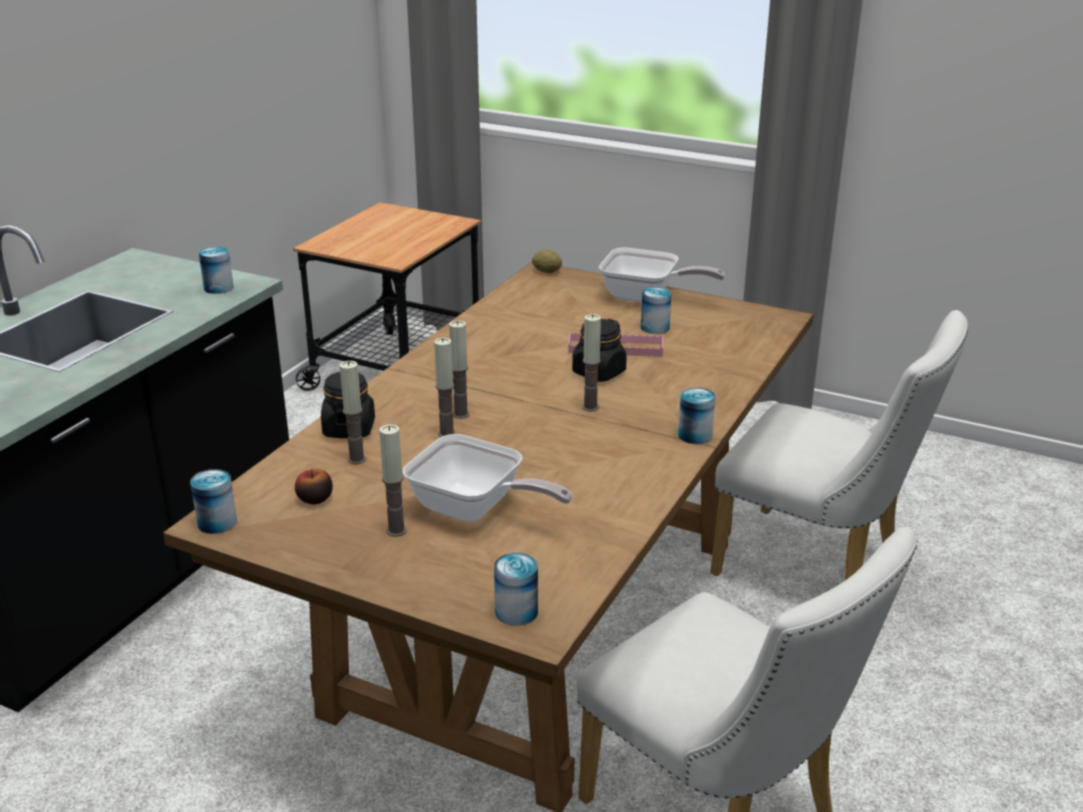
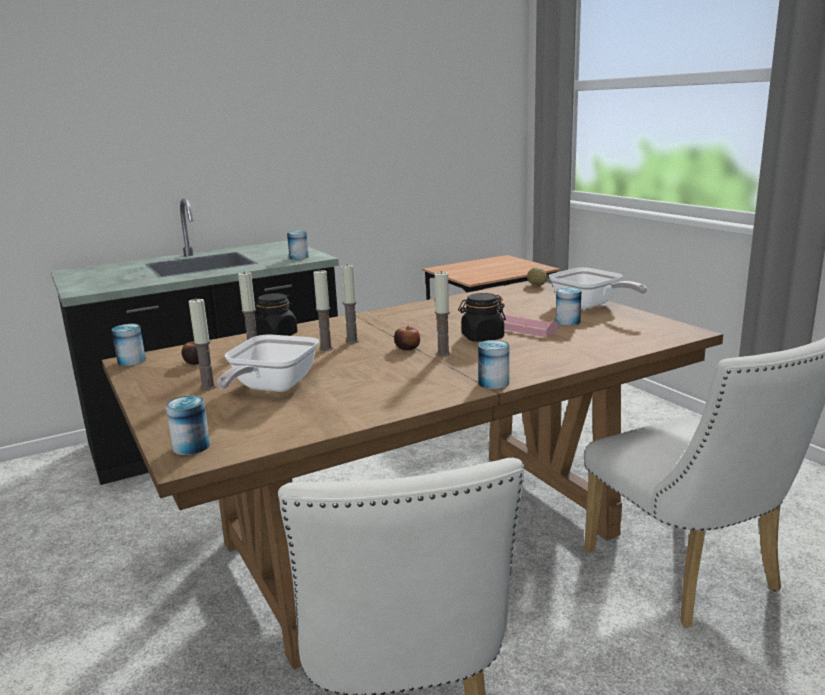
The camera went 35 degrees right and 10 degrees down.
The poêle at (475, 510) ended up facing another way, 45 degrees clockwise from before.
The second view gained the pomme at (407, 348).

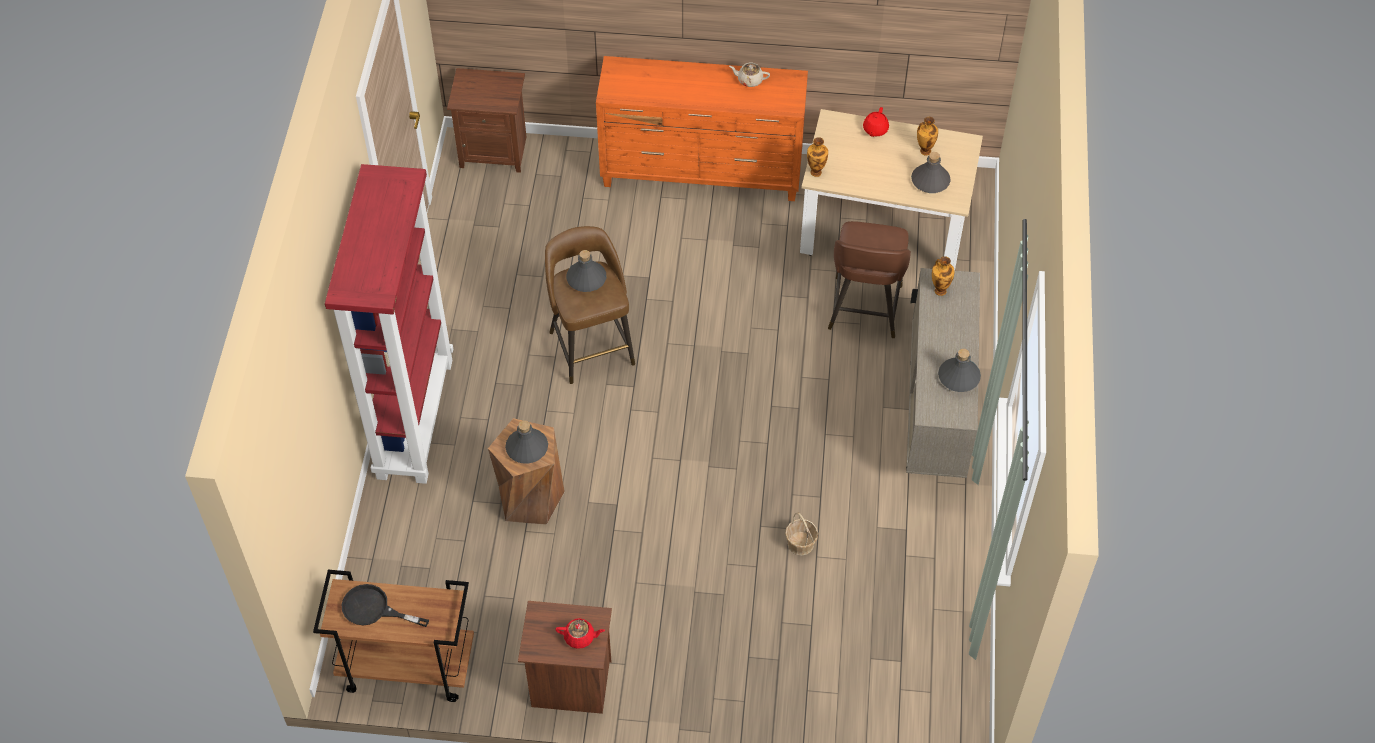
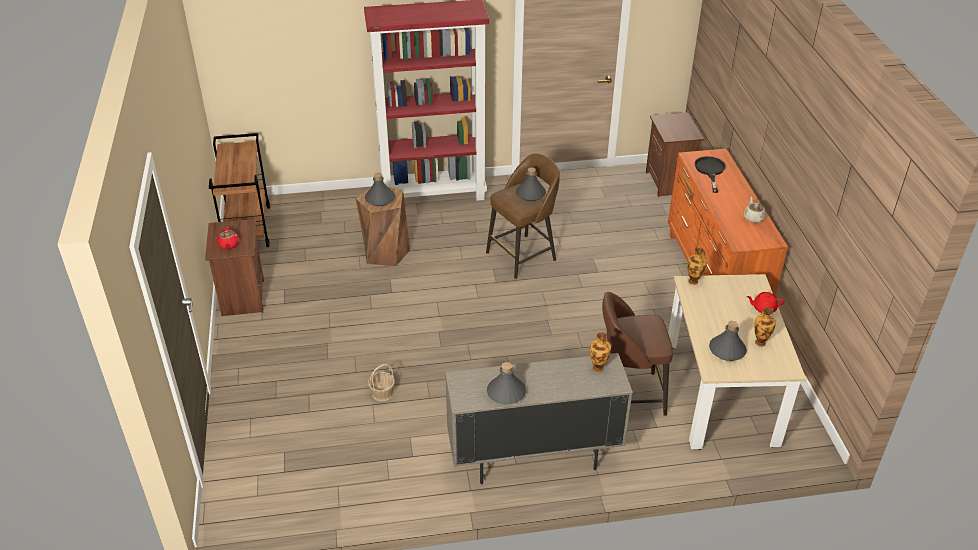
The camera went 75 degrees right and 15 degrees down.
The poêle (noir) ended up elsewhere, having gone from (374, 609) to (710, 171).

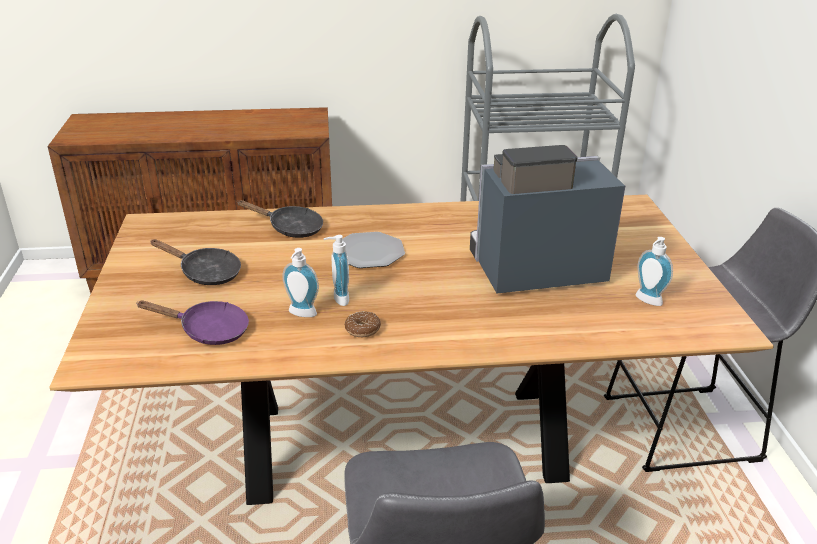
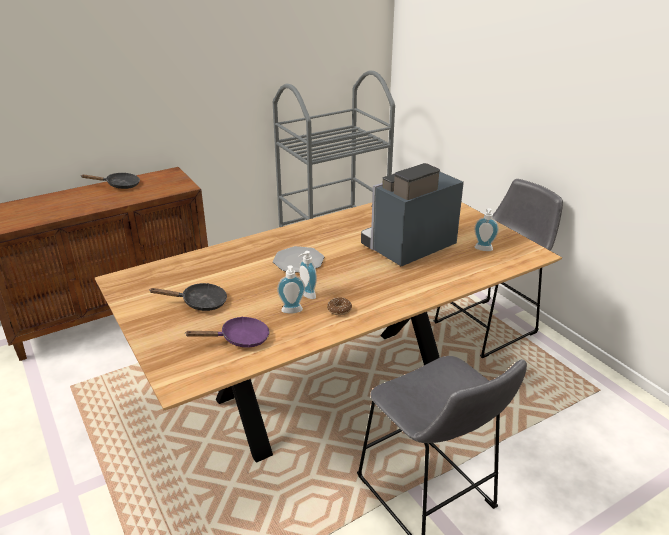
The camera went 25 degrees left and 0 degrees up.
The poêle (noir) ended up elsewhere, having gone from (291, 228) to (119, 185).

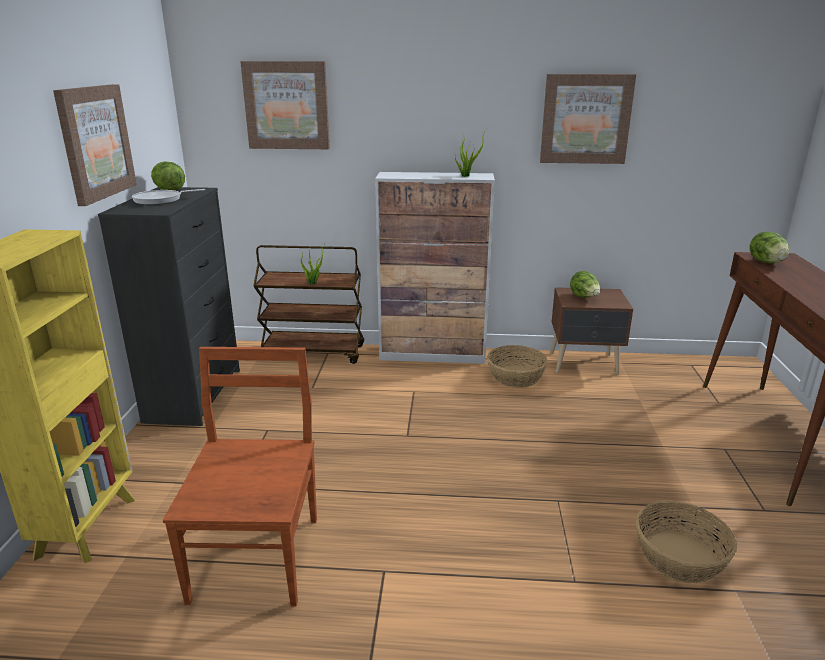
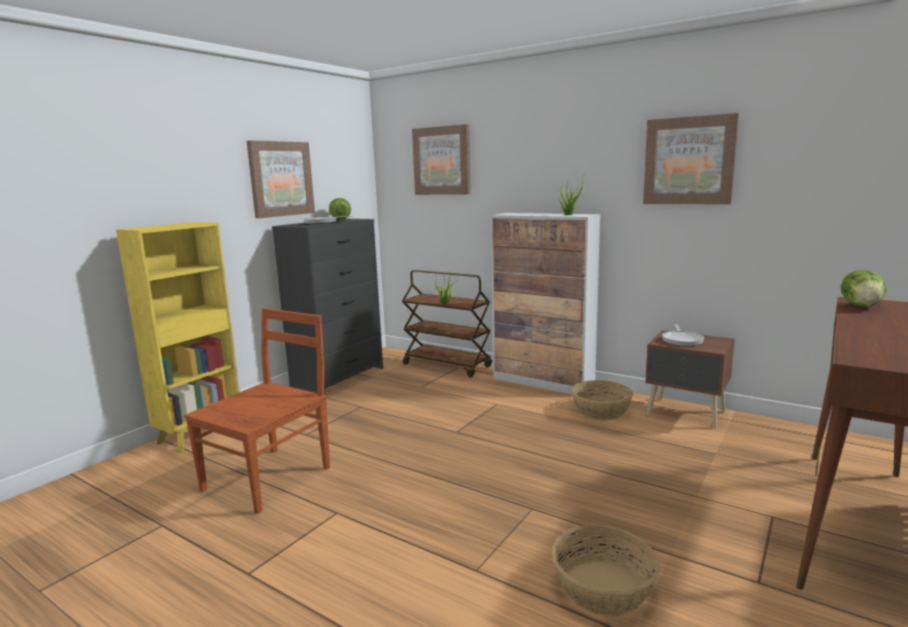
The camera went 30 degrees right and 10 degrees down.
Where the laitue stood at (584, 297), the poêle came to stand at (682, 340).

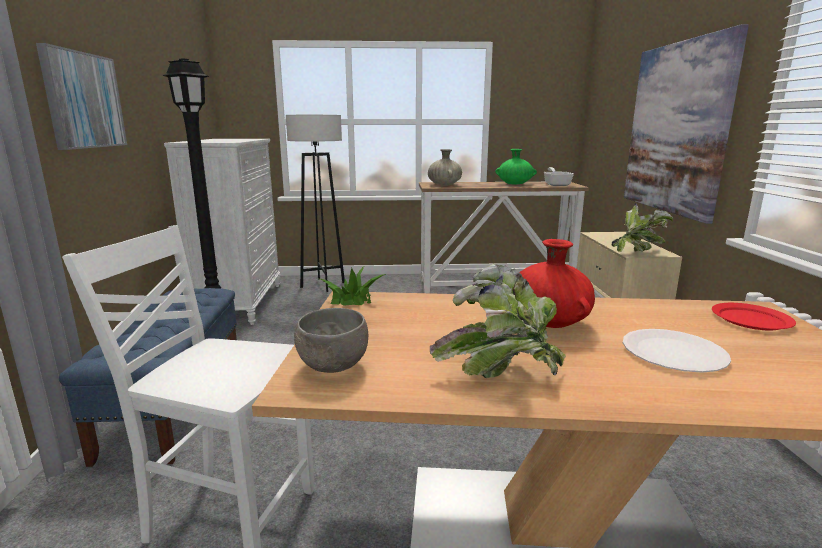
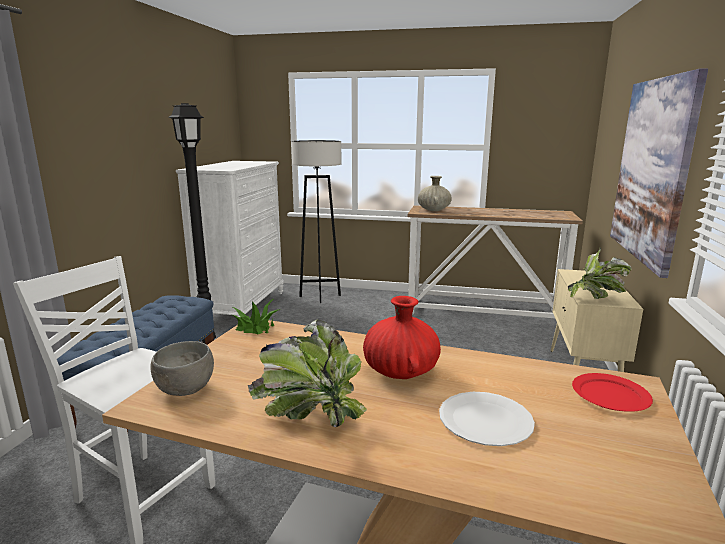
The camera went 15 degrees right and 0 degrees up.
The second view lost the tableau at (84, 100).
The second view lost the vase (vert) at (515, 184).
The second view lost the poêle at (556, 184).

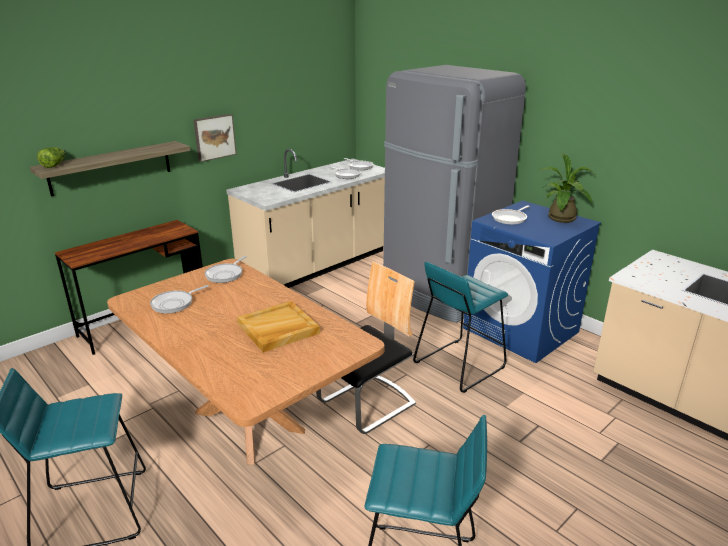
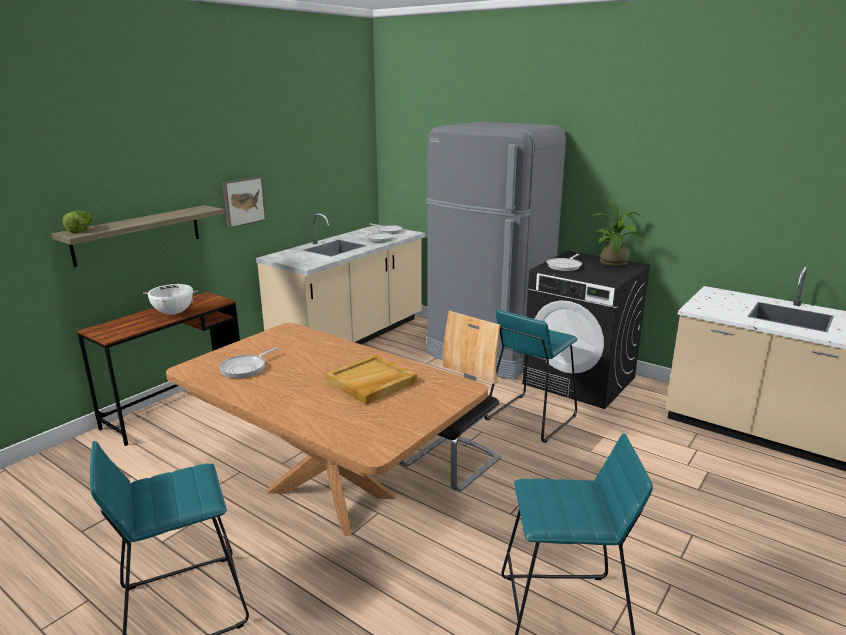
The camera went 10 degrees left and 5 degrees down.
The second view gained the marmite (blanc) at (173, 313).
What was the lave-linge (bleu) at (521, 330) turned into the lave-linge (noir) at (580, 381).
The second view lost the poêle at (226, 274).

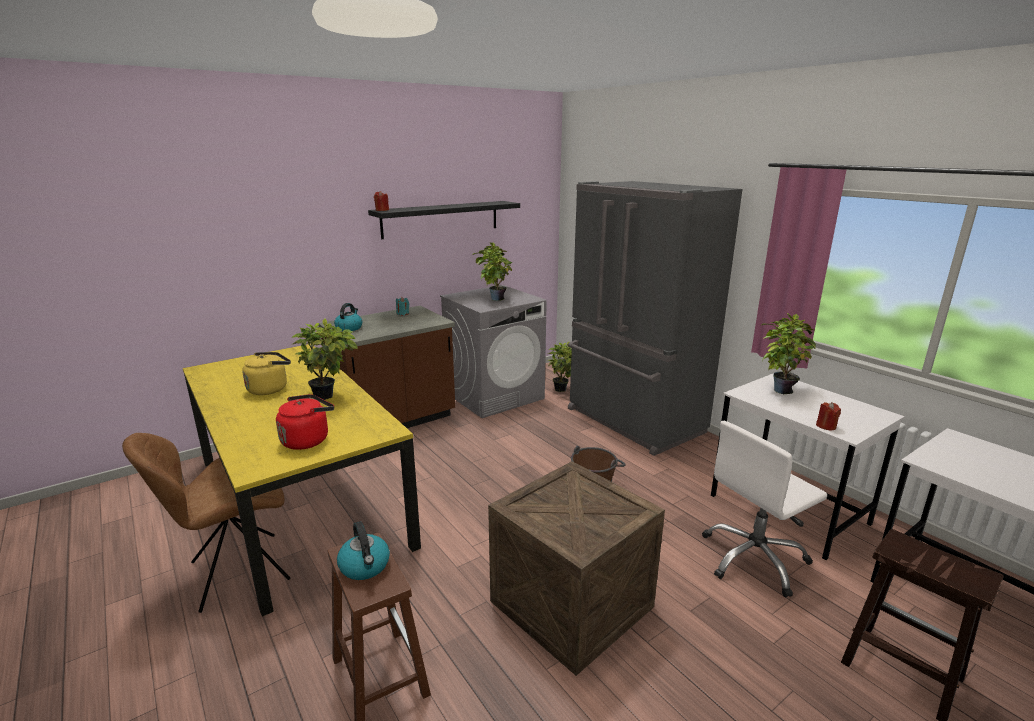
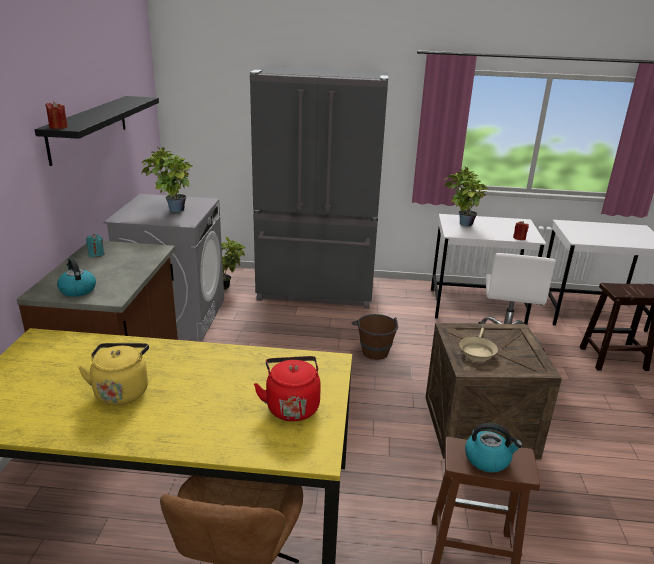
The camera went 50 degrees left and 5 degrees up.
The second view gained the poêle (beige) at (477, 351).
The second view lost the plante en pot at (329, 396).

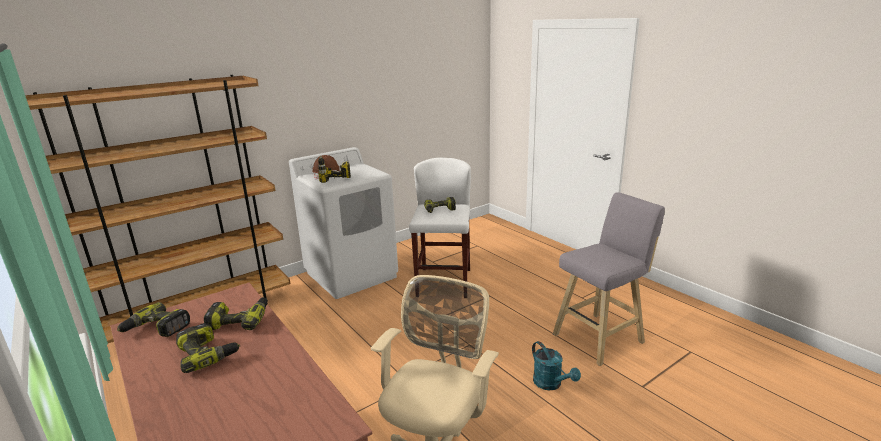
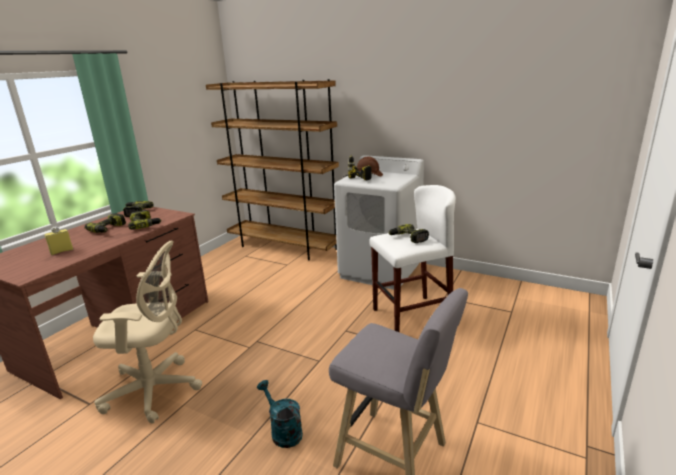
The camera went 65 degrees right and 0 degrees up.
The second view gained the bouteille (jaune) at (61, 251).
The arrosoir (turquoise) at (551, 384) ended up facing another way, 105 degrees clockwise from before.

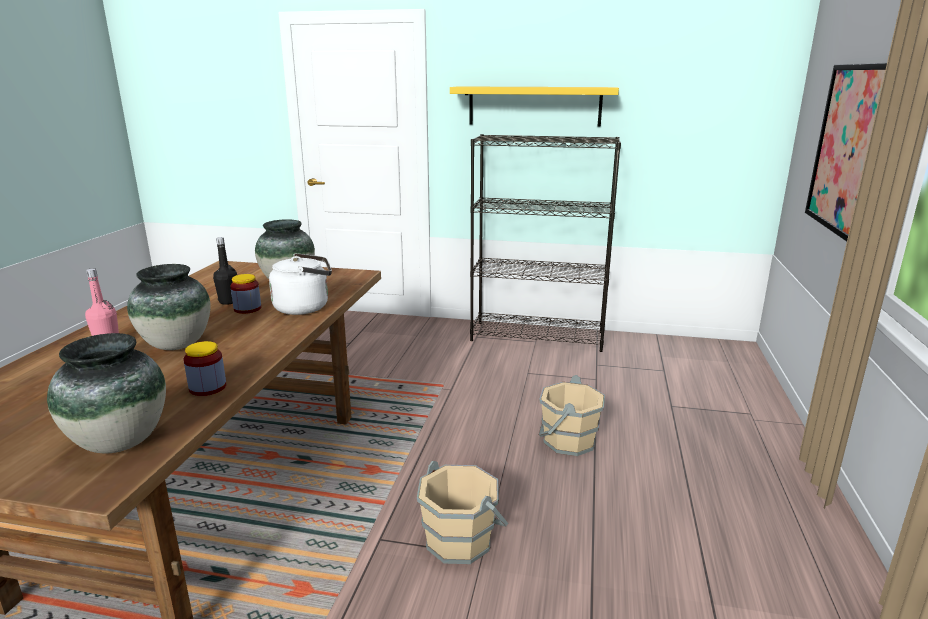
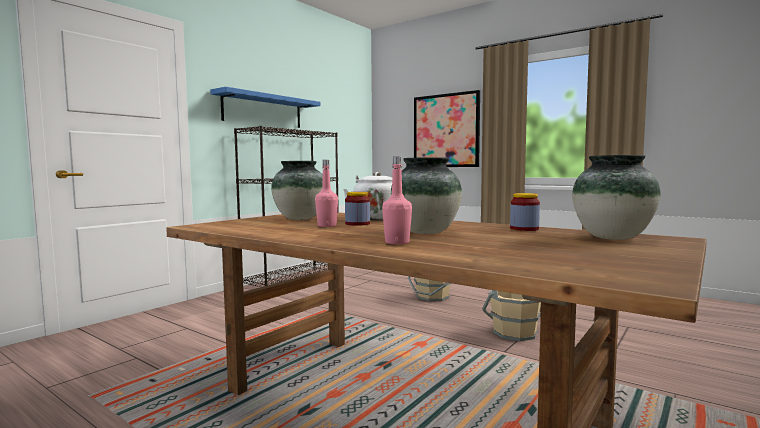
The camera went 65 degrees left and 15 degrees down.
What was the étagère (jaune) at (534, 106) turned into the étagère (bleu) at (263, 110).
What was the bouteille (noir) at (229, 301) turned into the bouteille (rose) at (327, 226).

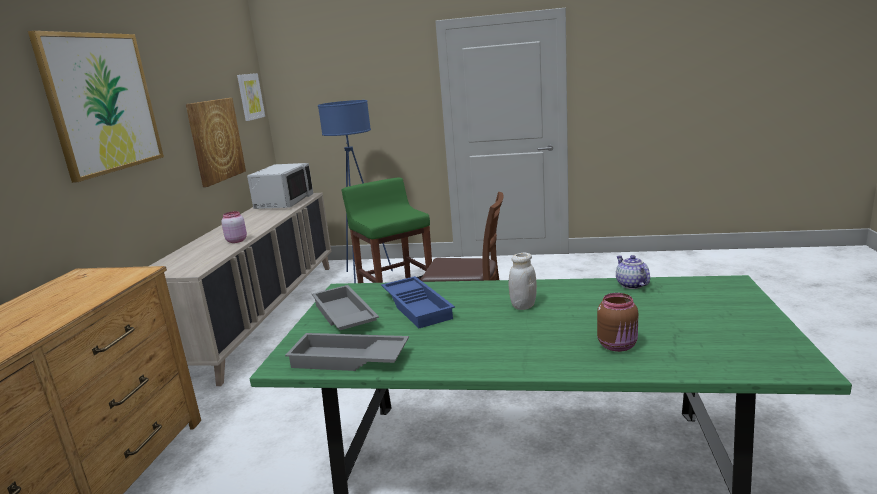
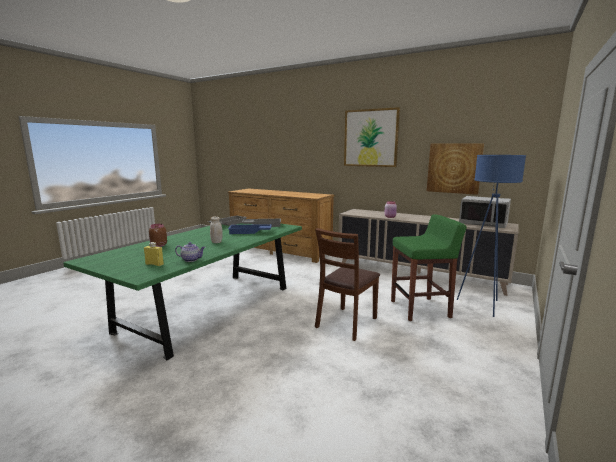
The camera went 110 degrees right and 5 degrees down.
The second view gained the bouteille (jaune) at (154, 264).
The second view lost the tableau at (250, 96).

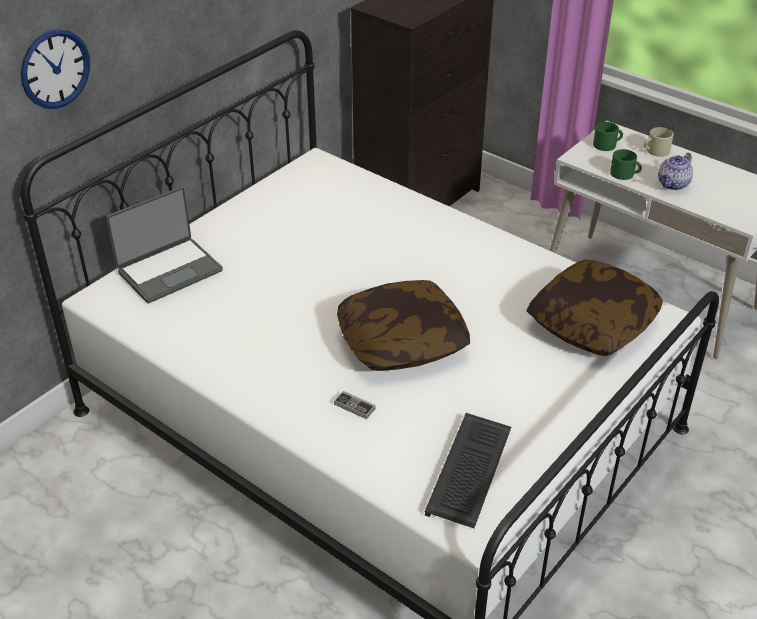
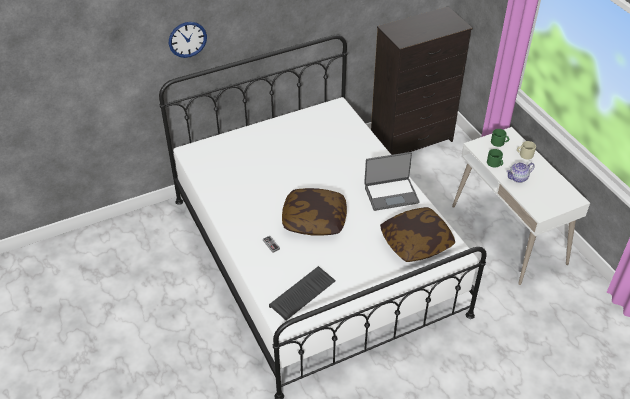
The camera went 25 degrees right and 5 degrees up.
The ordinateur portable ended up elsewhere, having gone from (169, 270) to (391, 194).

